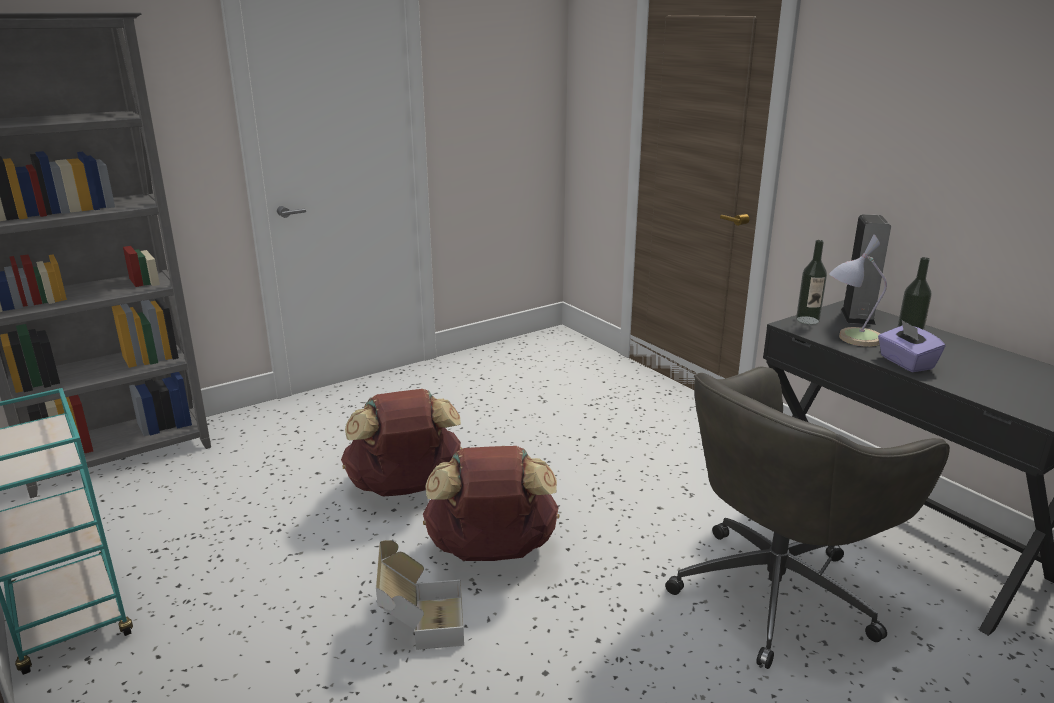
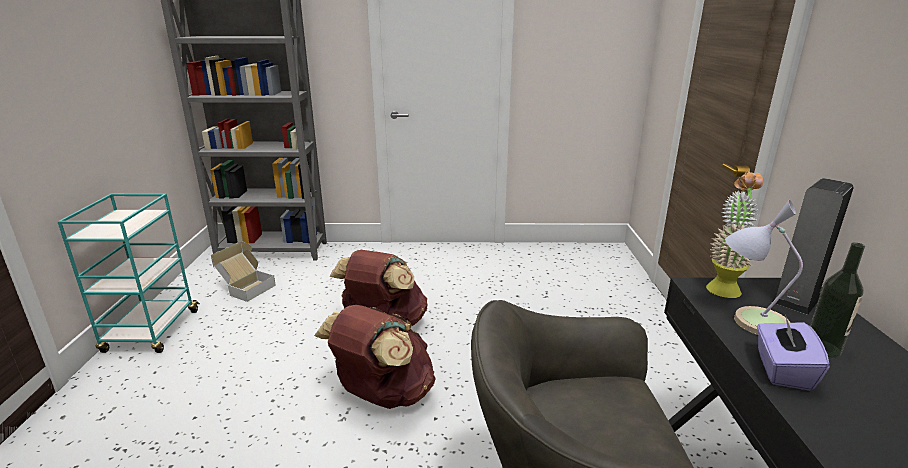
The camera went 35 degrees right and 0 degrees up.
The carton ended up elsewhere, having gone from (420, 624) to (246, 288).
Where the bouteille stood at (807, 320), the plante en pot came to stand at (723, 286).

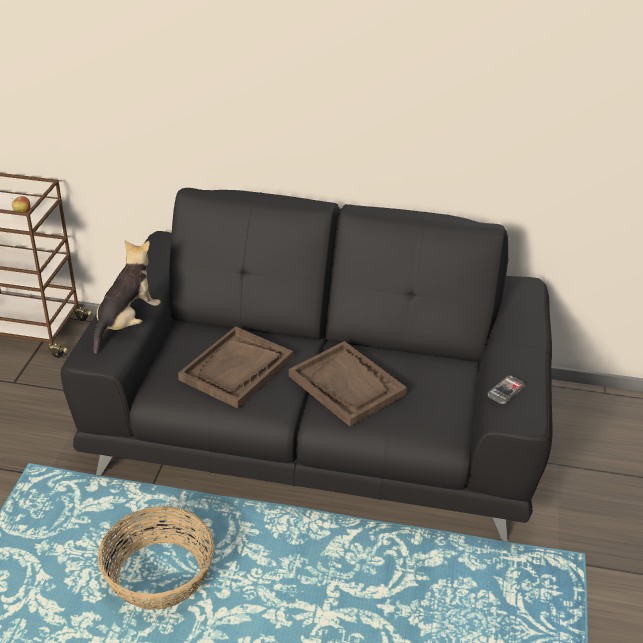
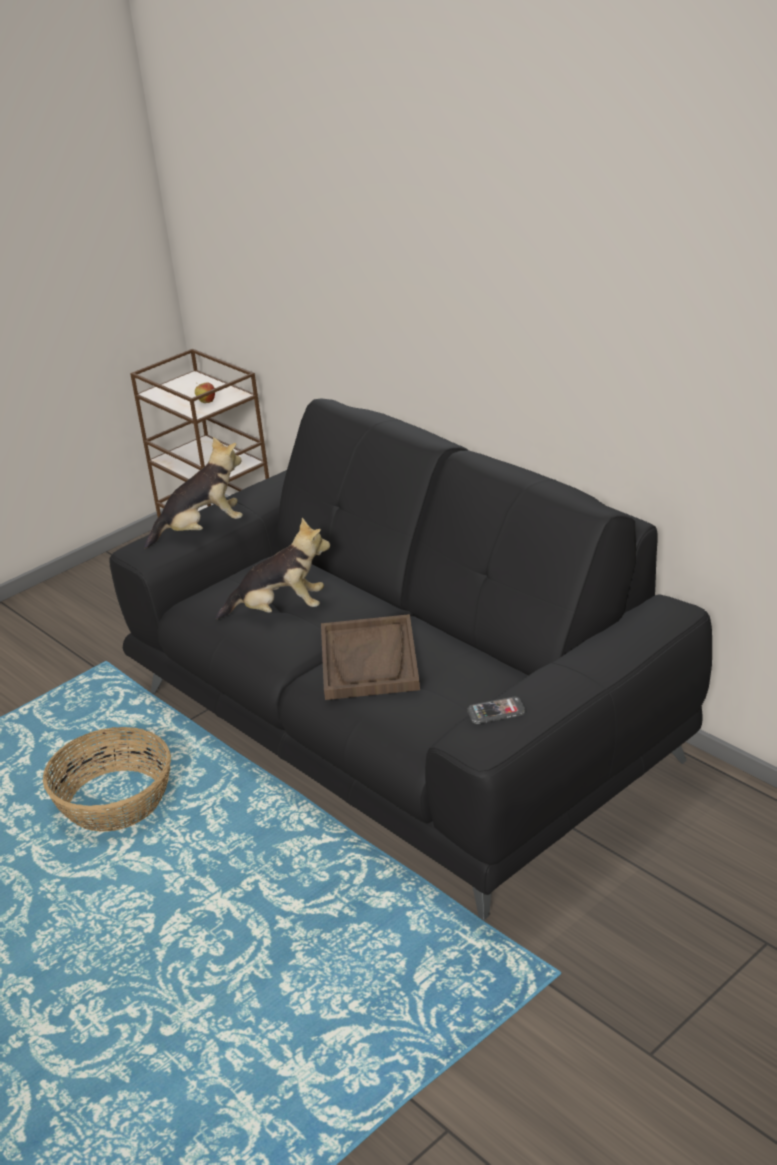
The camera went 40 degrees right and 5 degrees down.
Where the plateau (marron) stood at (236, 369), the peluche came to stand at (280, 610).

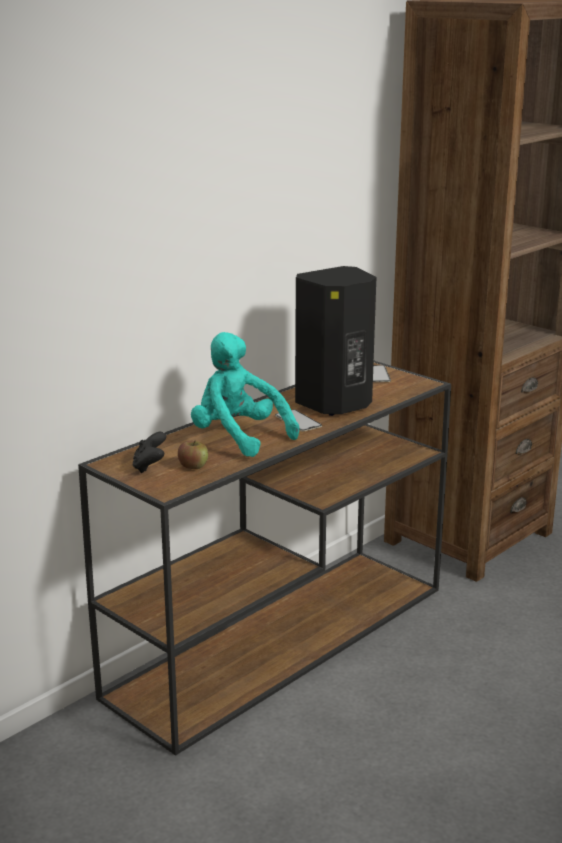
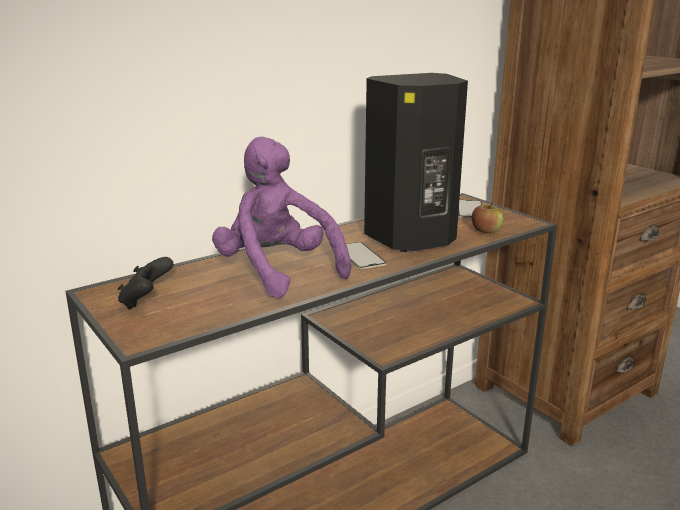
The camera went 10 degrees right and 0 degrees up.
What was the peluche (turquoise) at (238, 438) turned into the peluche (violet) at (277, 271).
The pomme ended up elsewhere, having gone from (193, 466) to (486, 230).

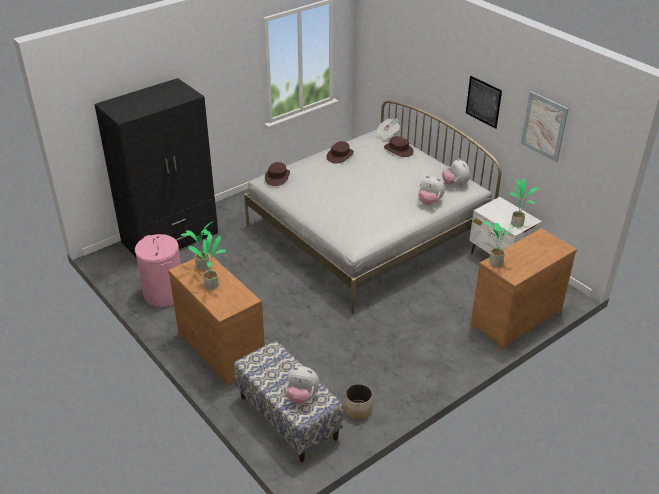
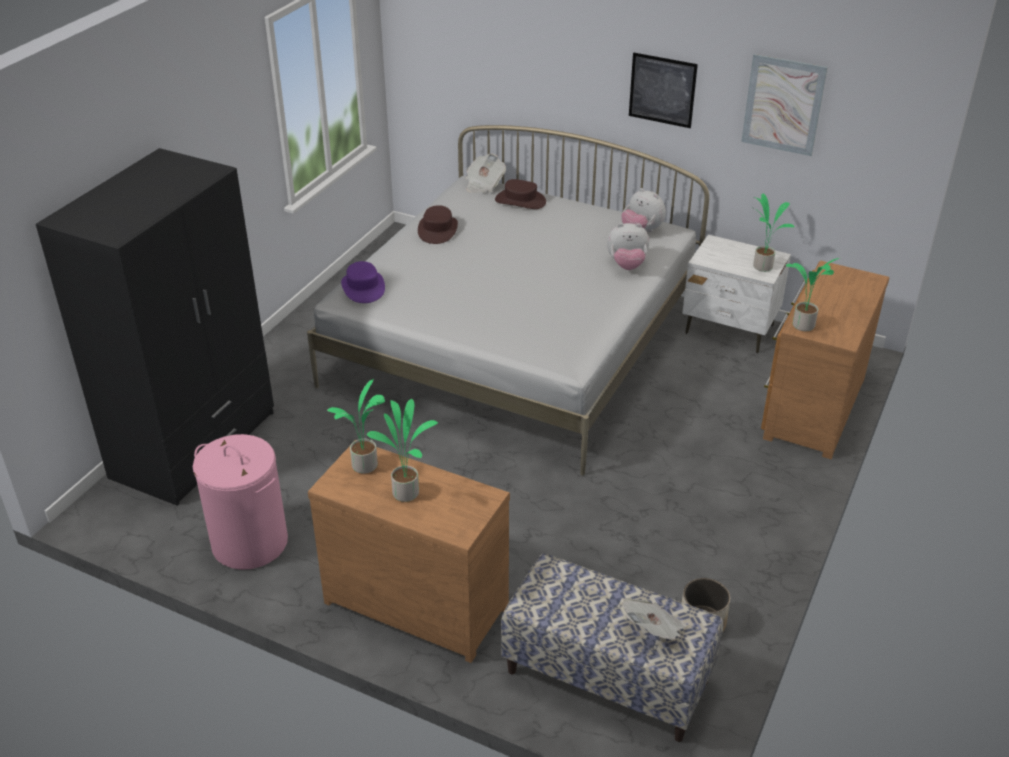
The camera went 25 degrees left and 0 degrees up.
What was the chapeau (marron) at (277, 177) turned into the chapeau (violet) at (363, 287).
Where the peluche stood at (301, 396), the journal came to stand at (654, 630).

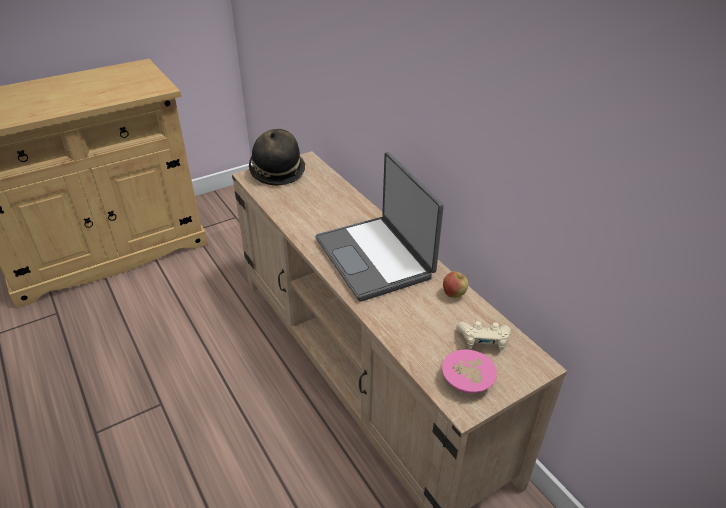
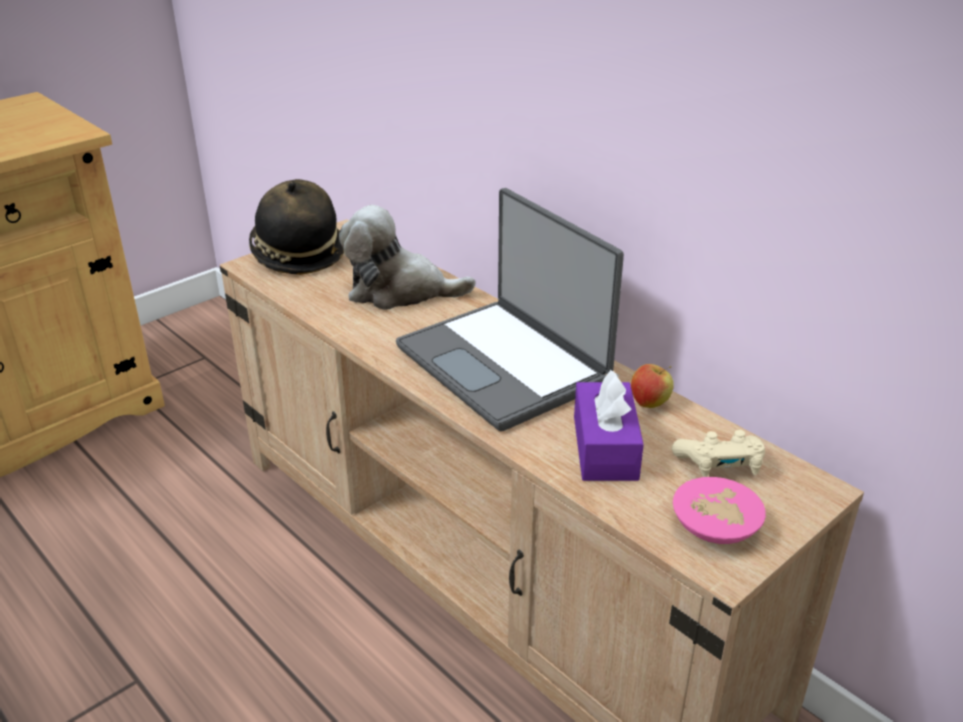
The camera went 10 degrees left and 5 degrees down.
The second view gained the peluche at (399, 291).
The second view gained the boîte à mouchoirs (violet) at (605, 448).

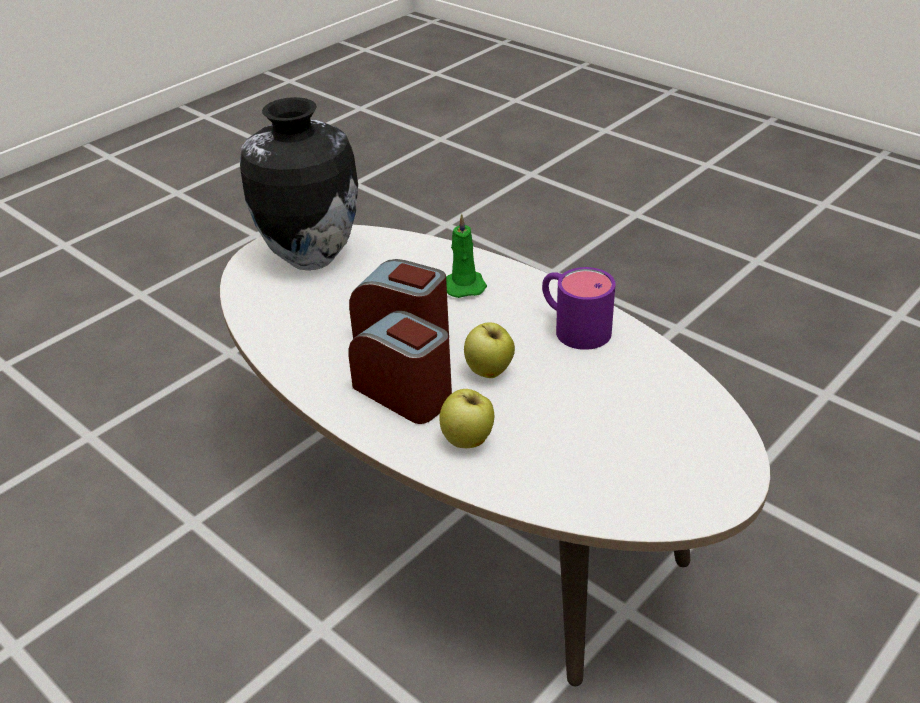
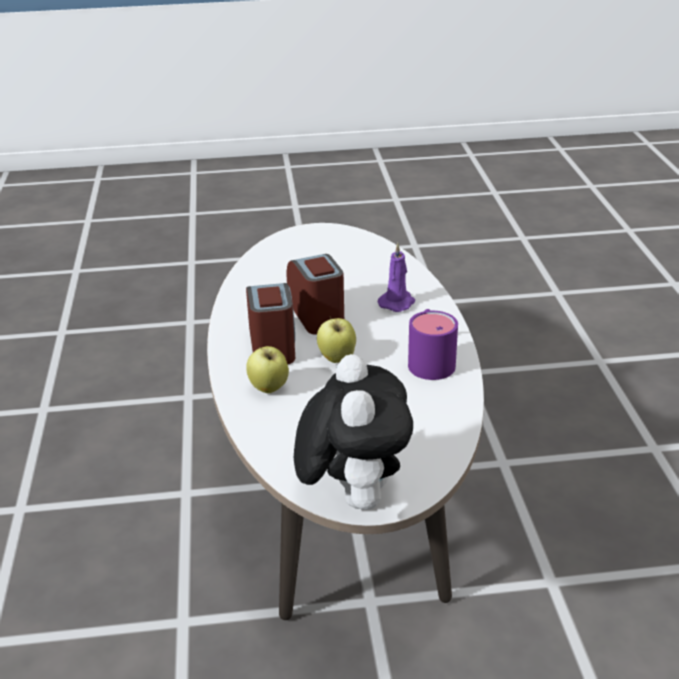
The camera went 40 degrees right and 5 degrees down.
The second view gained the peluche at (352, 496).
What was the bougie (vert) at (463, 285) turned into the bougie (violet) at (397, 302).
The second view lost the vase at (310, 258).

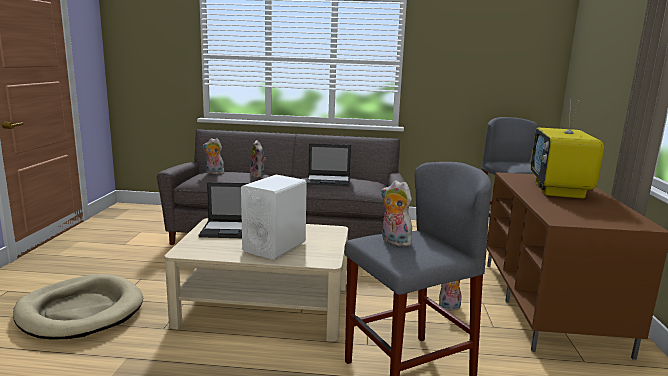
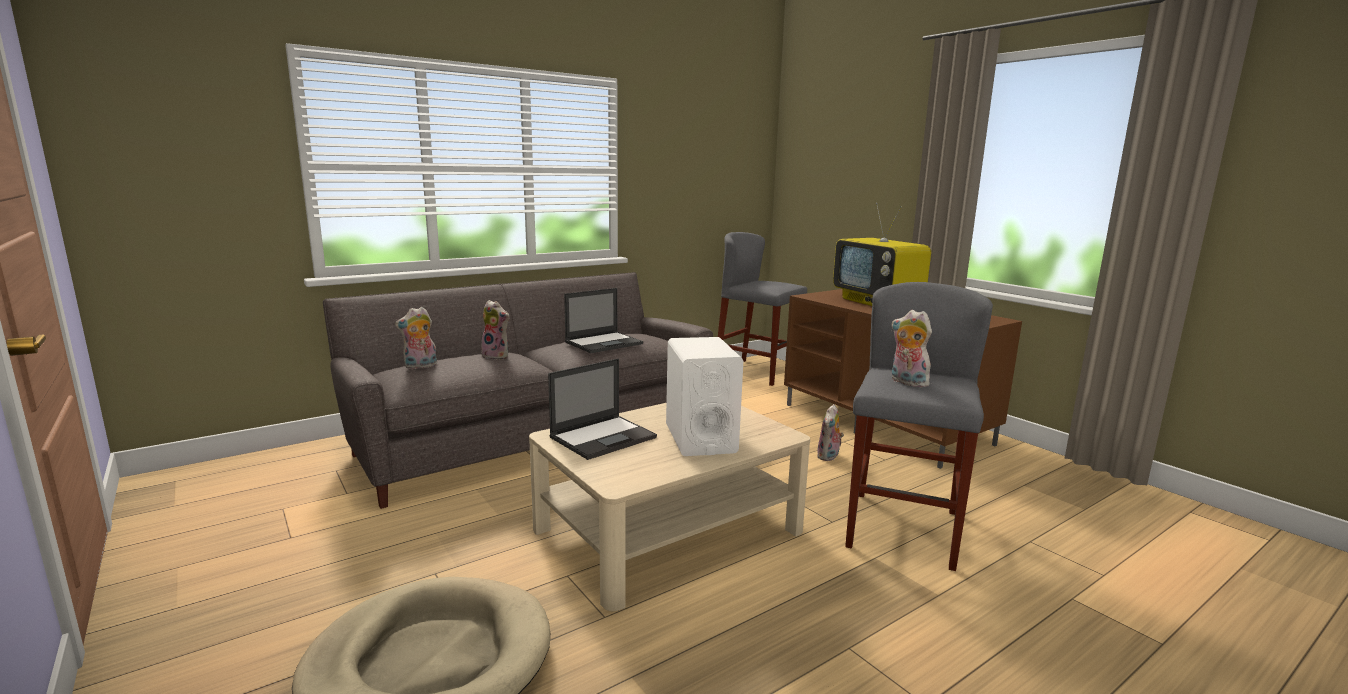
The camera went 40 degrees left and 0 degrees up.
The peluche at (394, 241) ended up facing another way, 45 degrees clockwise from before.

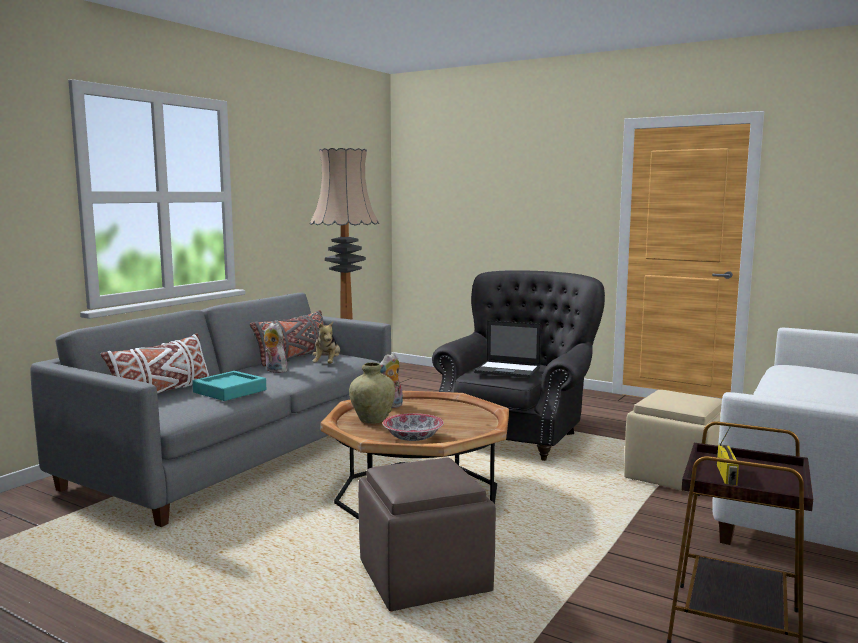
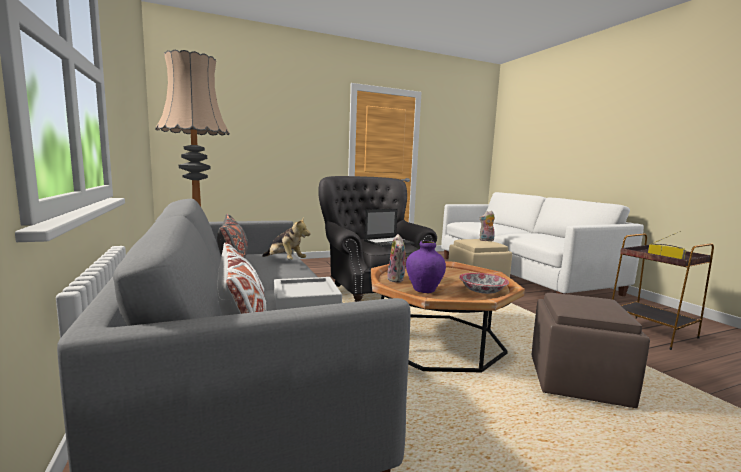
The camera went 55 degrees left and 0 degrees up.
What was the plateau (turquoise) at (230, 391) turned into the plateau (gris) at (306, 300).
What was the vase (beige) at (372, 420) turned into the vase (violet) at (424, 290).
The peluche ended up elsewhere, having gone from (274, 371) to (486, 240).

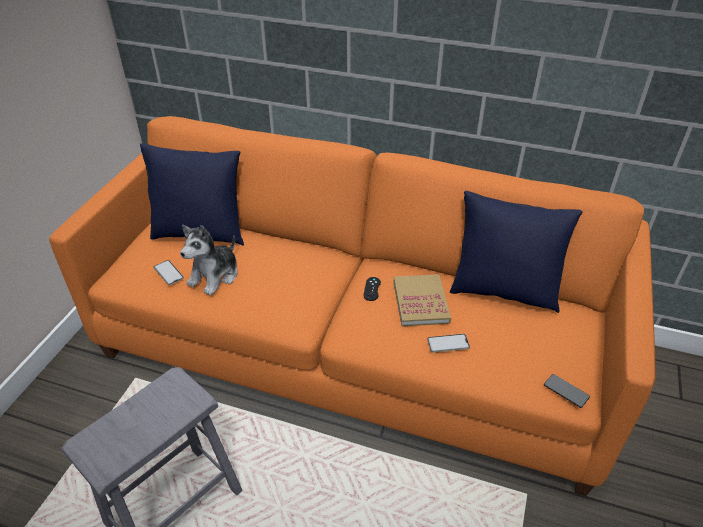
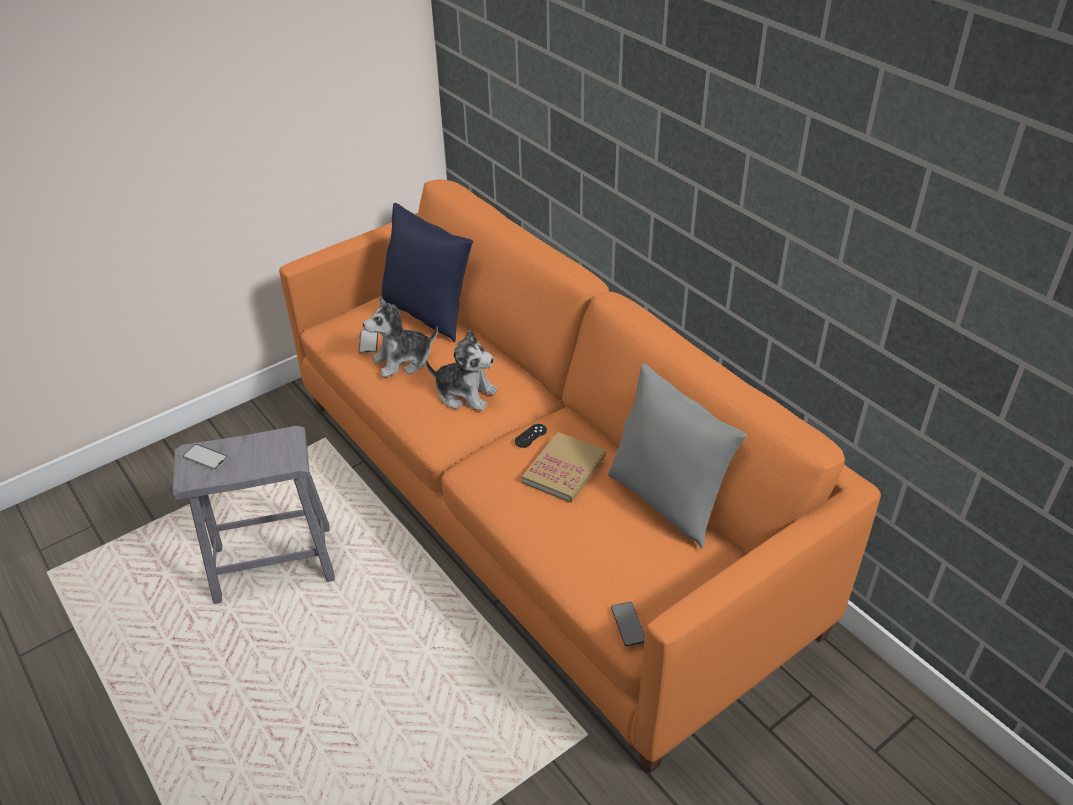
The camera went 35 degrees right and 0 degrees up.
The téléphone ended up elsewhere, having gone from (448, 343) to (205, 457).
The second view gained the peluche at (465, 394).
What was the coussin (bleu) at (503, 291) turned into the coussin (gris) at (667, 499).

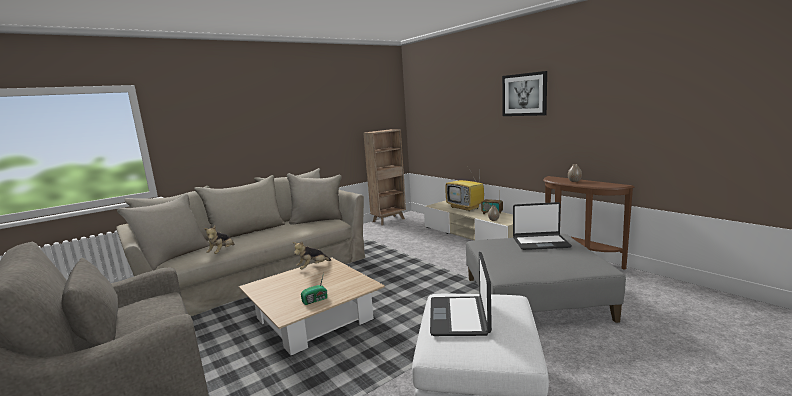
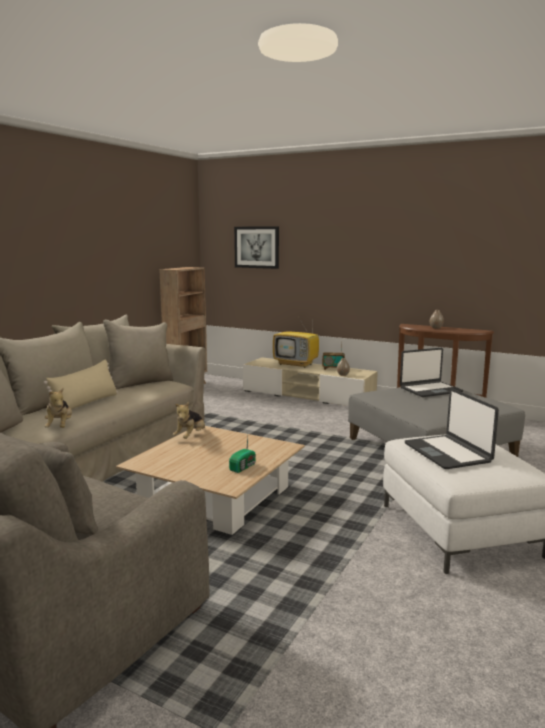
The camera went 25 degrees left and 0 degrees up.
The second view gained the coussin (beige) at (86, 403).
The tableau ended up elsewhere, having gone from (524, 94) to (257, 247).

